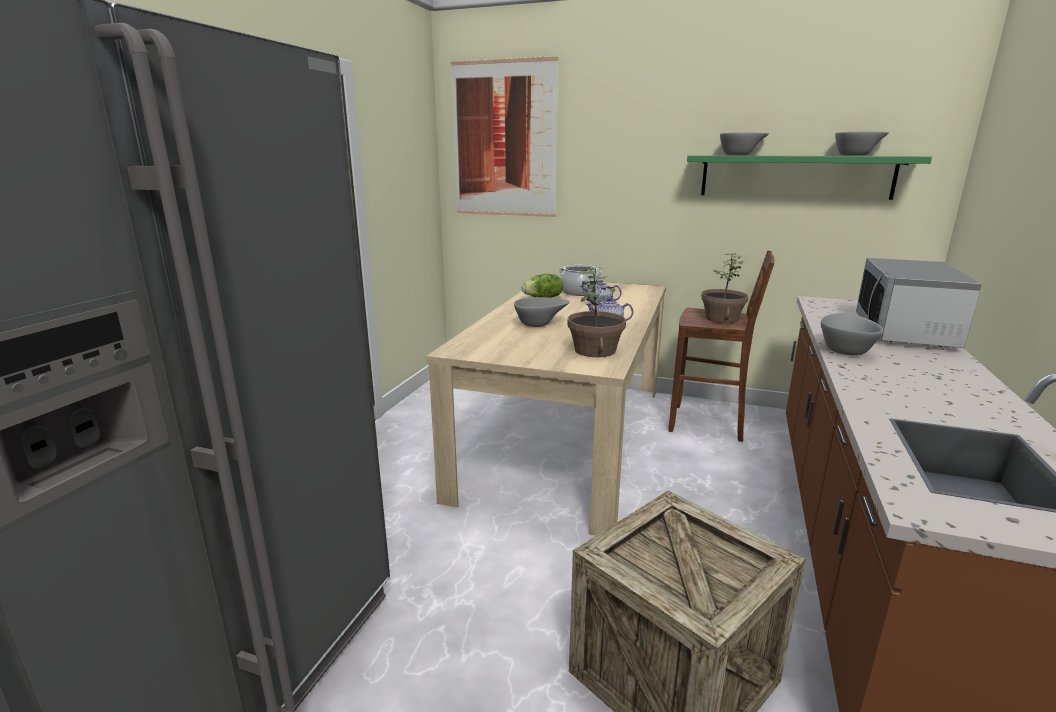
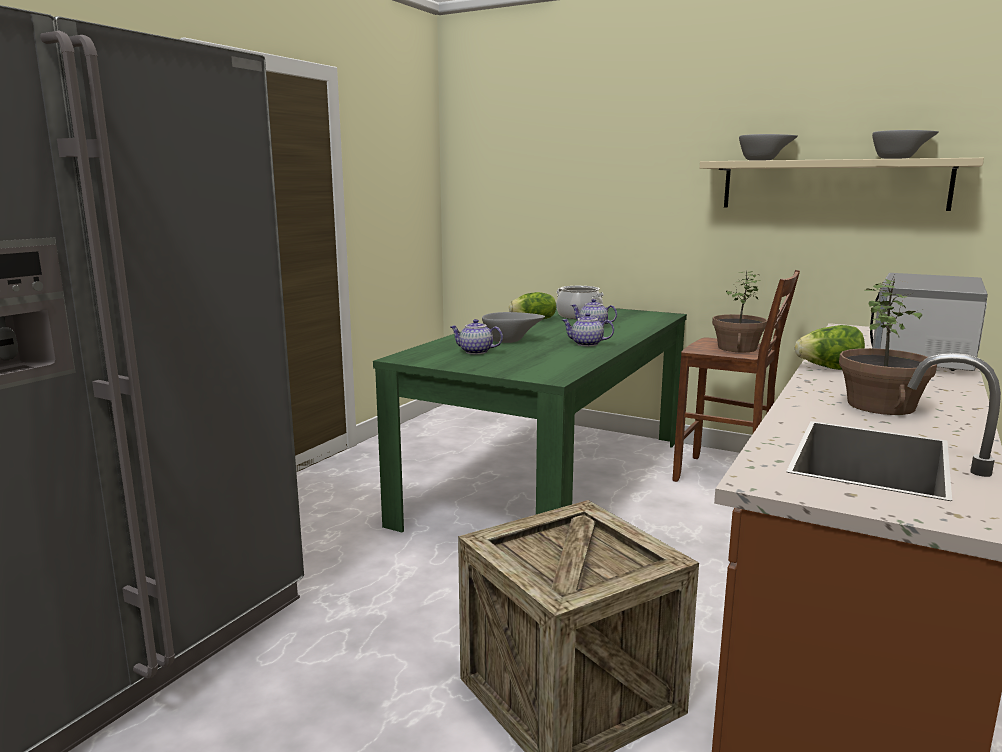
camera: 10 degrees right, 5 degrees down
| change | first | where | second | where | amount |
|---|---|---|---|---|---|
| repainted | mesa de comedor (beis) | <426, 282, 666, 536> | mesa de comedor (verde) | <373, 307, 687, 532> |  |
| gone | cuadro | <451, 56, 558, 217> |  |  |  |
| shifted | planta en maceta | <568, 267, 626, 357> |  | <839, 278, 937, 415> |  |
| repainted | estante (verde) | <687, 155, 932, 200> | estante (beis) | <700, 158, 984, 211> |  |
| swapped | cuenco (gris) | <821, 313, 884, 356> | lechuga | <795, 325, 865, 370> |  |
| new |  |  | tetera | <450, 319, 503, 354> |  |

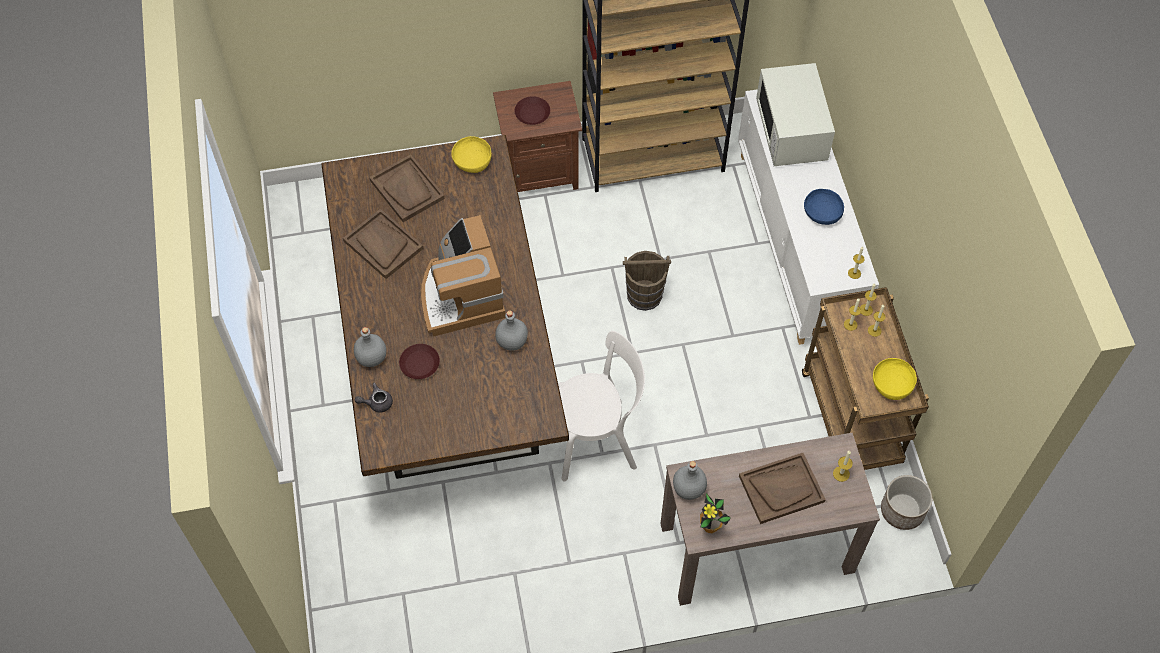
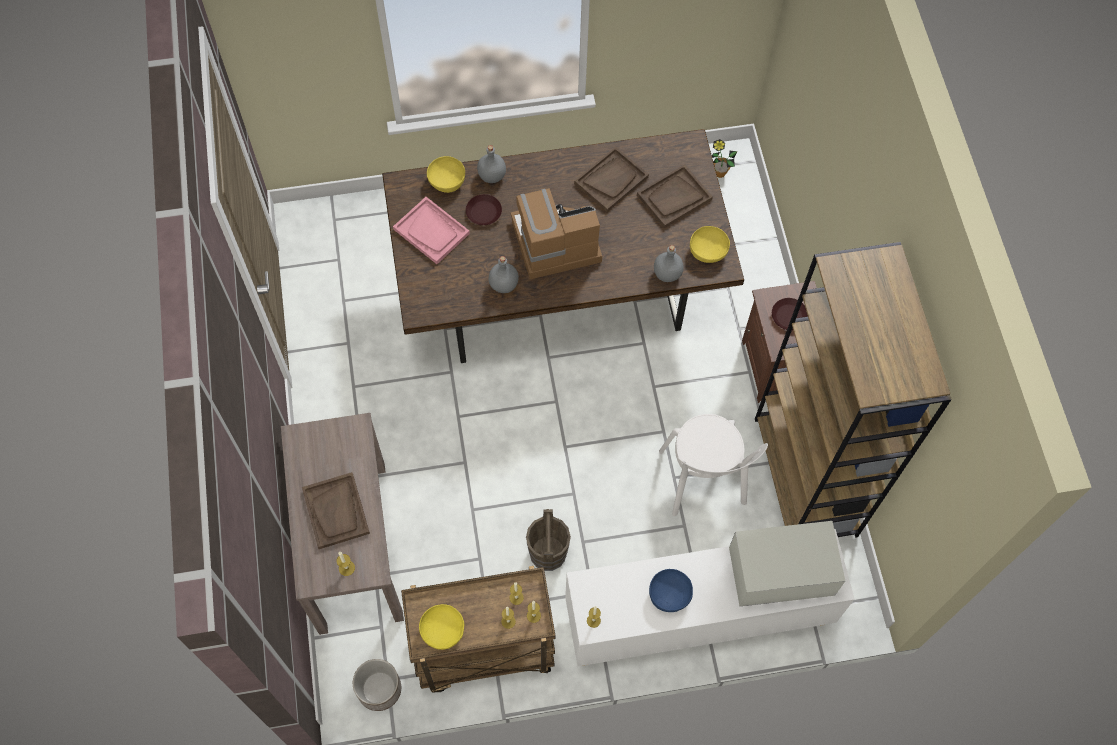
camera: 90 degrees right, 5 degrees up
| change | first | where | second | where | amount |
|---|---|---|---|---|---|
| swapped | tetera (gris) | <355, 383, 393, 412> | cuenco (amarillo) | <427, 156, 465, 193> |  |
| shifted | silla (blanco) | <558, 331, 645, 482> |  | <659, 414, 768, 516> |  |
| shifted | cubo (marrón) | <623, 251, 671, 311> |  | <526, 509, 571, 571> |  |
| shifted | botella (gris) | <673, 461, 707, 500> |  | <654, 245, 684, 282> |  |
| shifted | planta en maceta | <700, 493, 731, 533> |  | <712, 139, 737, 178> |  |
| new |  |  | bandeja (rosa) | <393, 197, 470, 264> |  |

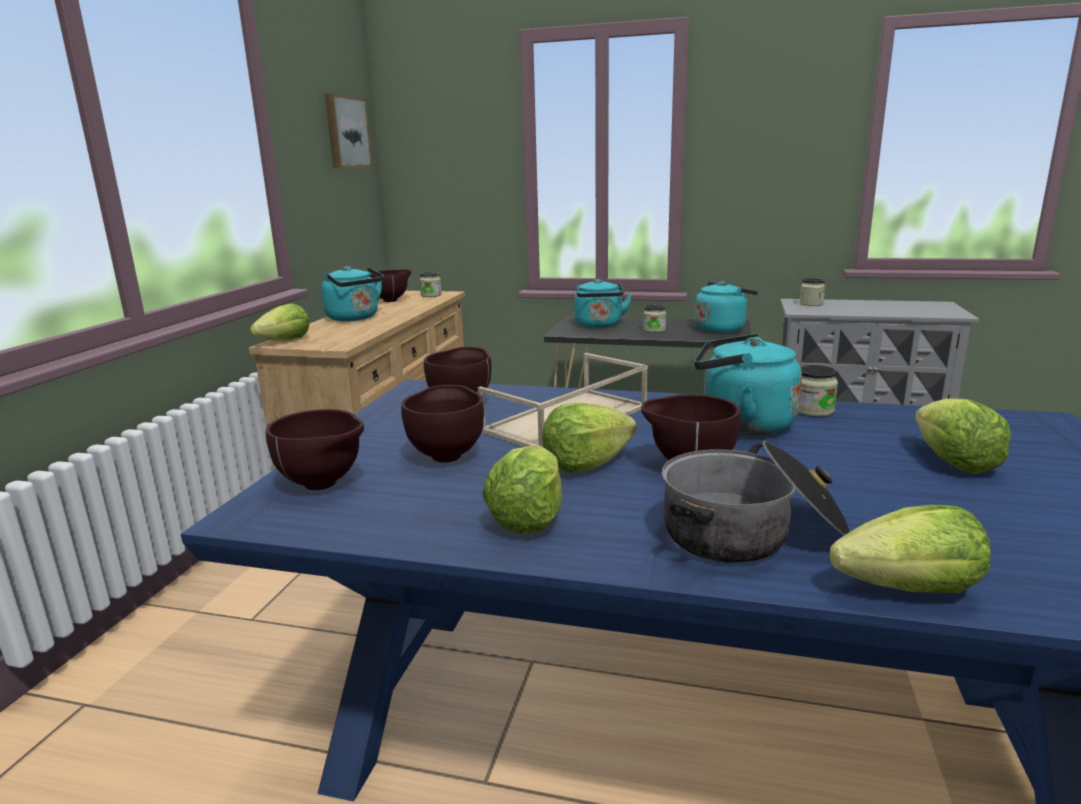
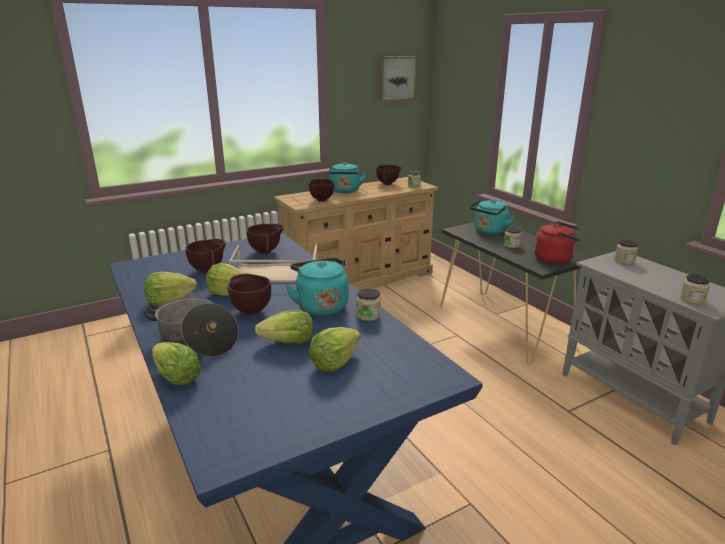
camera: 45 degrees right, 5 degrees up
| change | first | where | second | where | amount |
|---|---|---|---|---|---|
| shifted | lechuga | <250, 303, 309, 341> |  | <255, 310, 313, 343> |  |
| shifted | cuenco (marrón) | <266, 409, 364, 490> |  | <309, 179, 334, 202> |  |
| repainted | hervidor (turquesa) | <695, 281, 758, 333> | hervidor (rojo) | <534, 221, 581, 264> |  |
| new |  |  | tarro | <680, 274, 710, 304> |  |

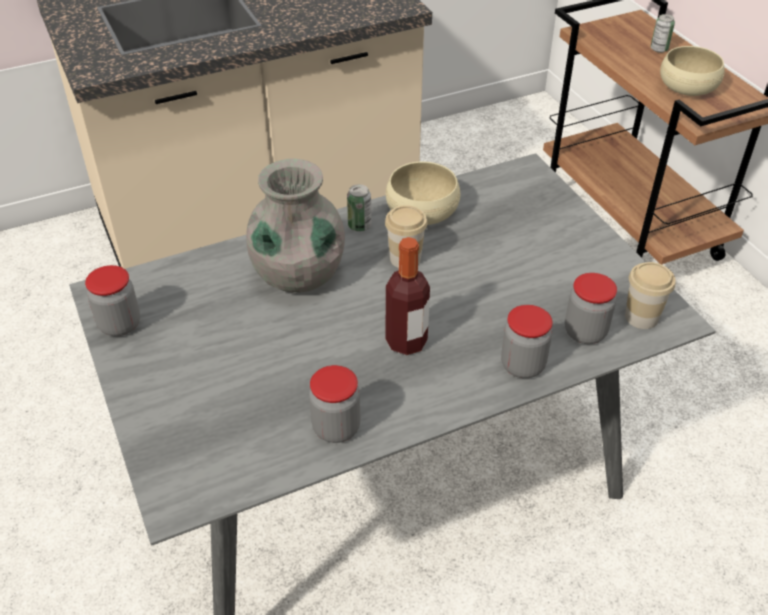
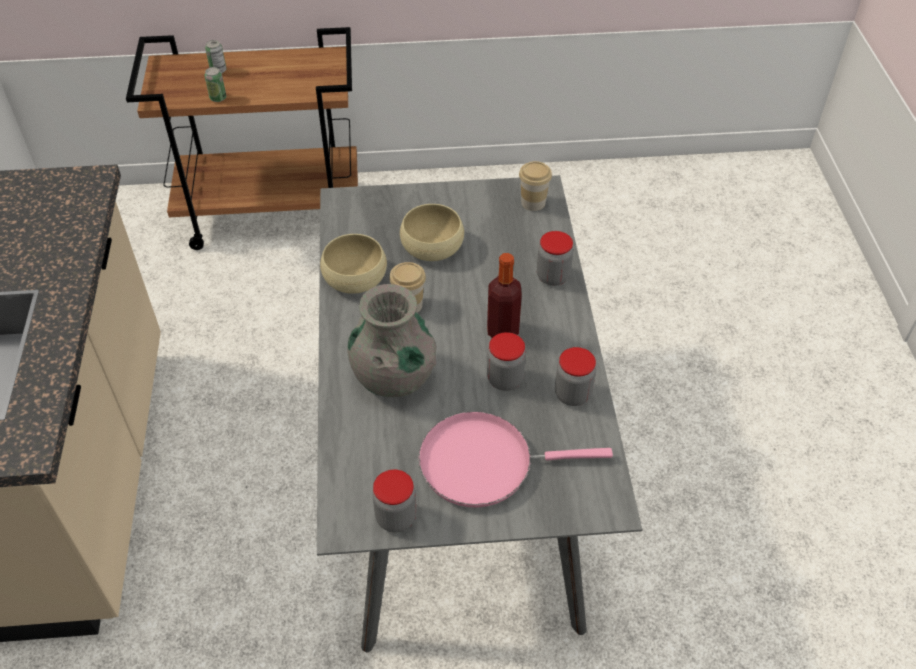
camera: 70 degrees left, 5 degrees up
| change | first | where | second | where | amount |
|---|---|---|---|---|---|
| shifted | lata | <347, 184, 371, 232> |  | <204, 67, 226, 102> |  |
| shifted | tarro | <565, 273, 617, 344> |  | <487, 332, 526, 391> |  |
| shifted | cuenco (beis) | <660, 46, 725, 96> |  | <400, 204, 464, 261> |  |
| new |  |  | sartén (rosa) | <419, 411, 613, 508> |  |

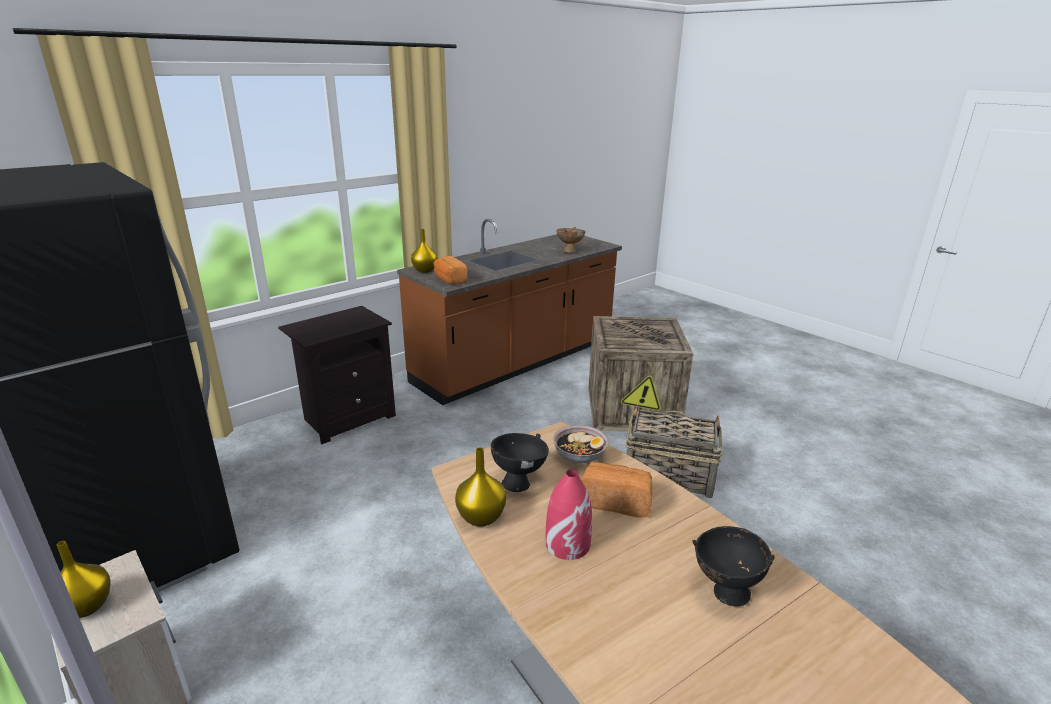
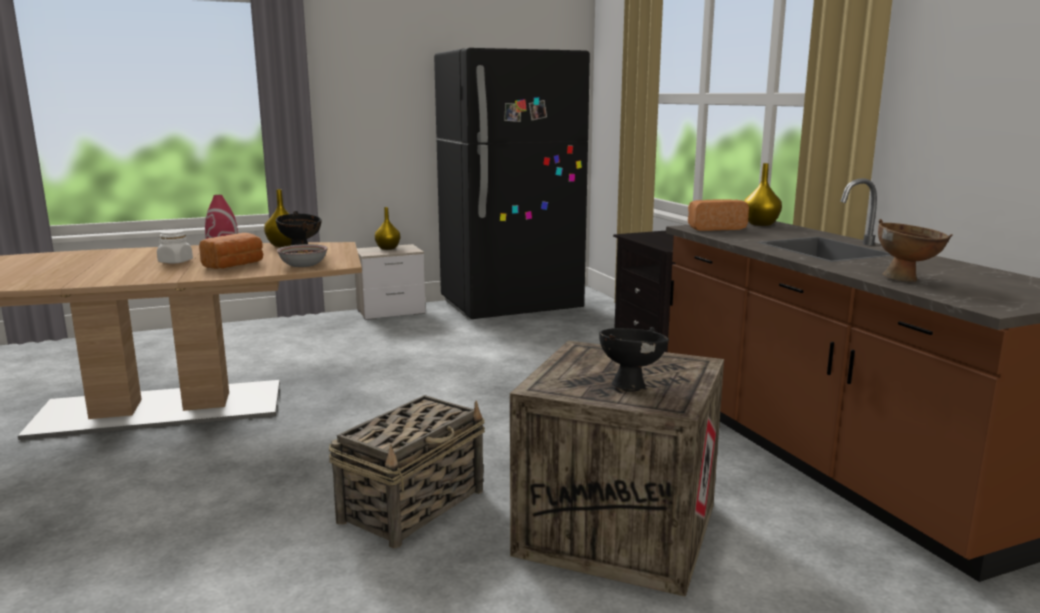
camera: 110 degrees right, 10 degrees down
| change | first | where | second | where | amount |
|---|---|---|---|---|---|
| shifted | cuenco (negro) | <693, 526, 775, 607> |  | <599, 327, 669, 390> |  |
| new |  |  | tarro (blanco) | <157, 230, 193, 264> |  |

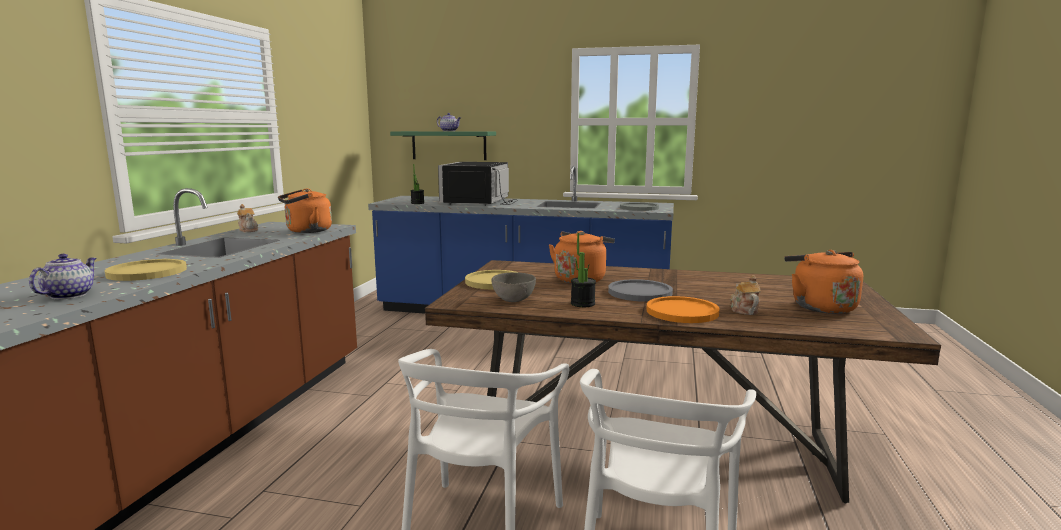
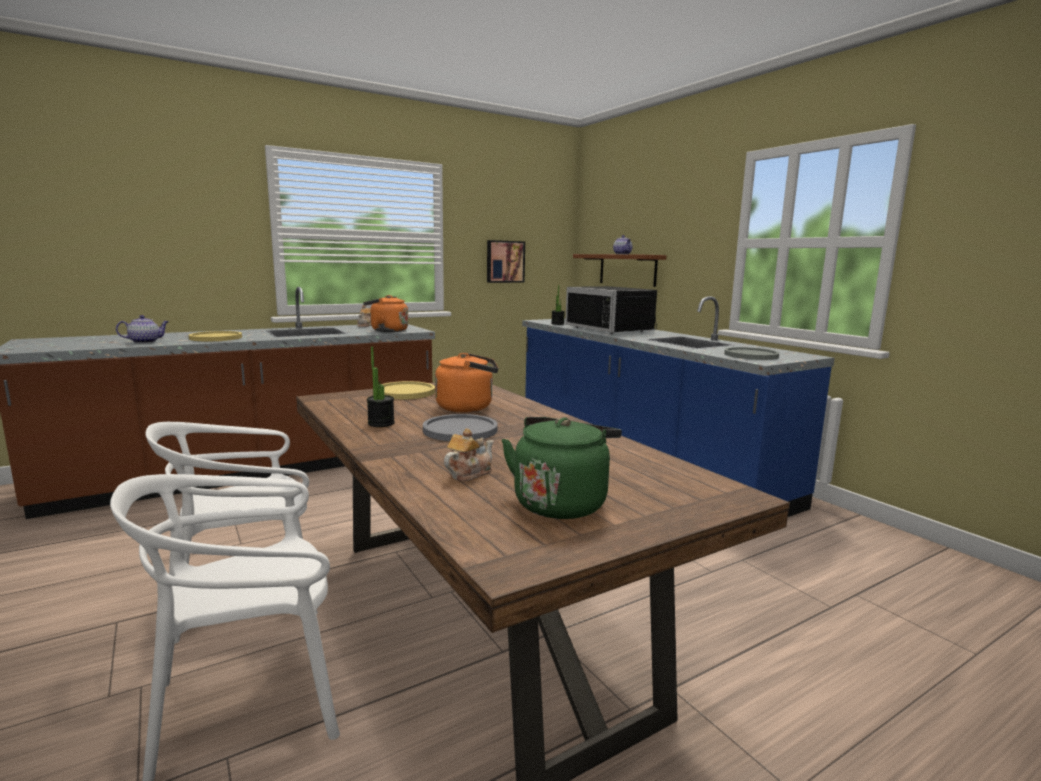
camera: 45 degrees right, 0 degrees up
| change | first | where | second | where | amount |
|---|---|---|---|---|---|
| repainted | estante (verde) | <390, 131, 496, 160> | estante (marrón) | <573, 254, 666, 287> |  |
| rotated | microondas (negro) | <438, 162, 518, 206> |  | <565, 286, 657, 334> | 90 degrees counterclockwise |
| gone | cuenco (gris) | <492, 272, 536, 302> |  |  |  |
| gone | plato (naranja) | <646, 296, 720, 323> |  |  |  |
| repainted | hervidor (naranja) | <784, 250, 863, 314> | hervidor (verde) | <502, 417, 622, 519> |  |
| new |  |  | cuadro | <487, 240, 525, 283> |  |

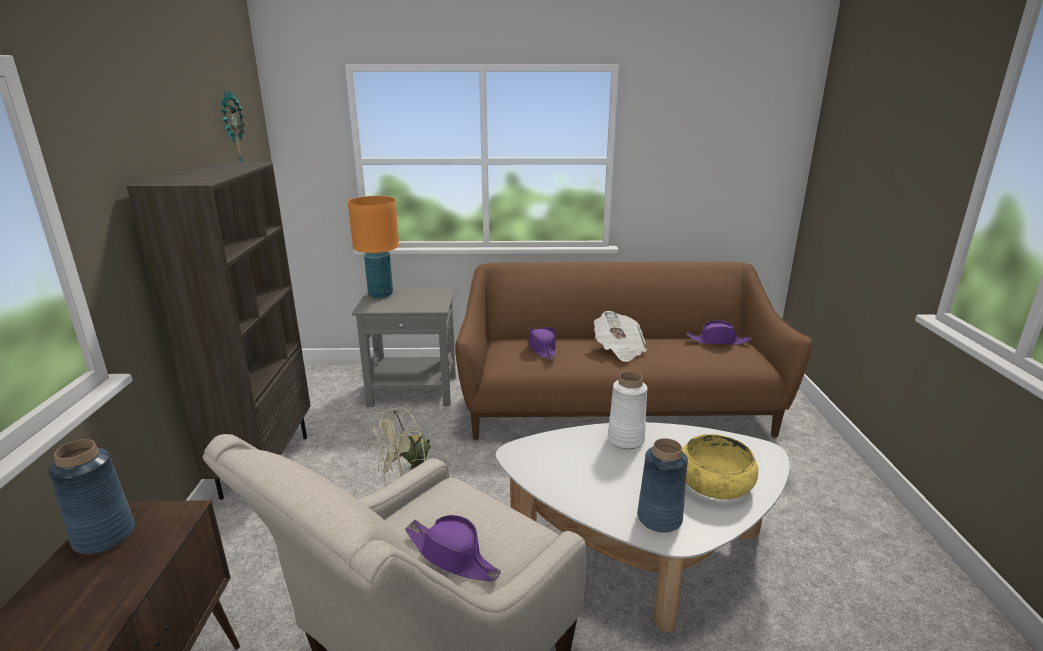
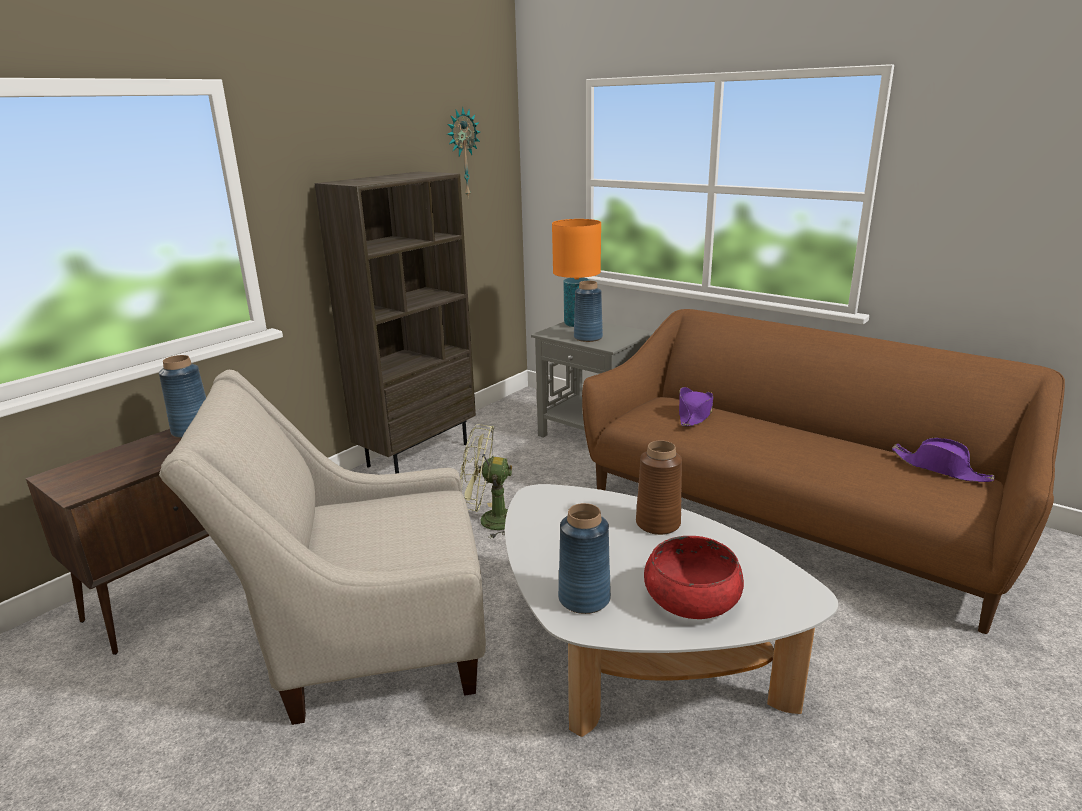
camera: 40 degrees right, 0 degrees up
| change | first | where | second | where | amount |
|---|---|---|---|---|---|
| gone | sombrero (morado) | <405, 515, 501, 581> |  |  |  |
| gone | periódico | <594, 311, 647, 362> |  |  |  |
| repainted | florero (blanco) | <608, 372, 648, 449> | florero (marrón) | <636, 440, 682, 535> |  |
| repainted | cuenco (amarillo) | <682, 434, 758, 499> | cuenco (rojo) | <644, 536, 744, 619> |  |
| new |  |  | florero (azul) | <574, 281, 603, 342> |  |

